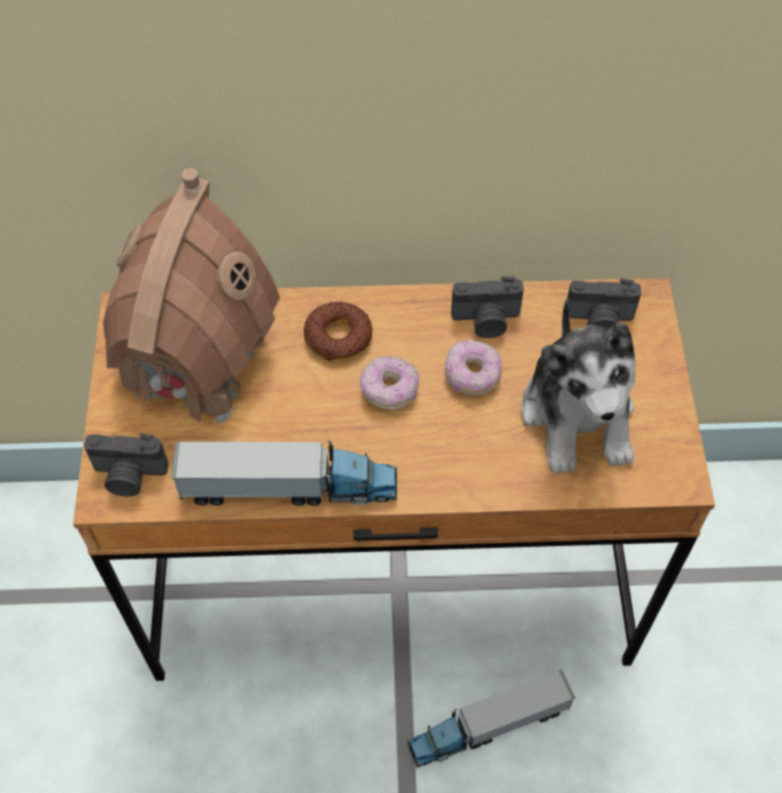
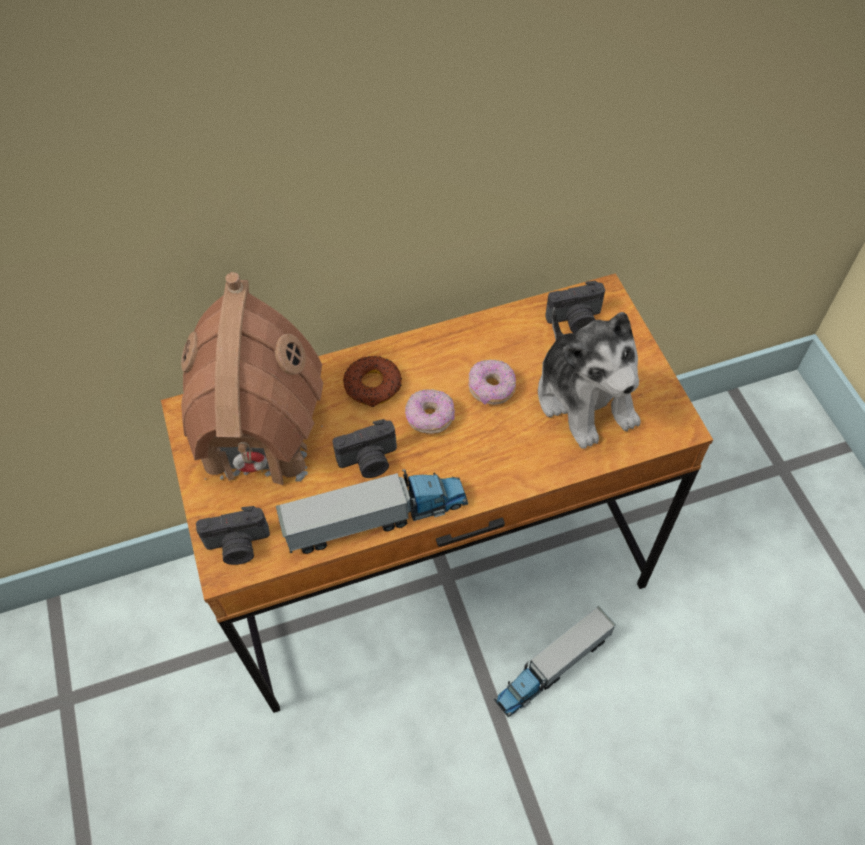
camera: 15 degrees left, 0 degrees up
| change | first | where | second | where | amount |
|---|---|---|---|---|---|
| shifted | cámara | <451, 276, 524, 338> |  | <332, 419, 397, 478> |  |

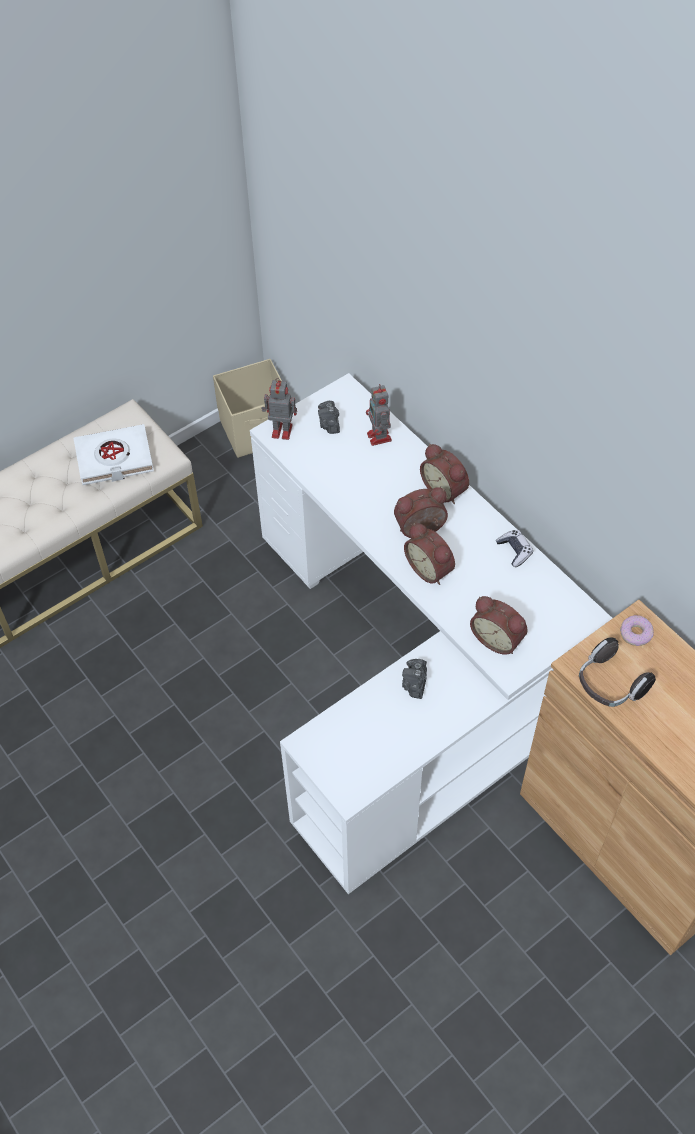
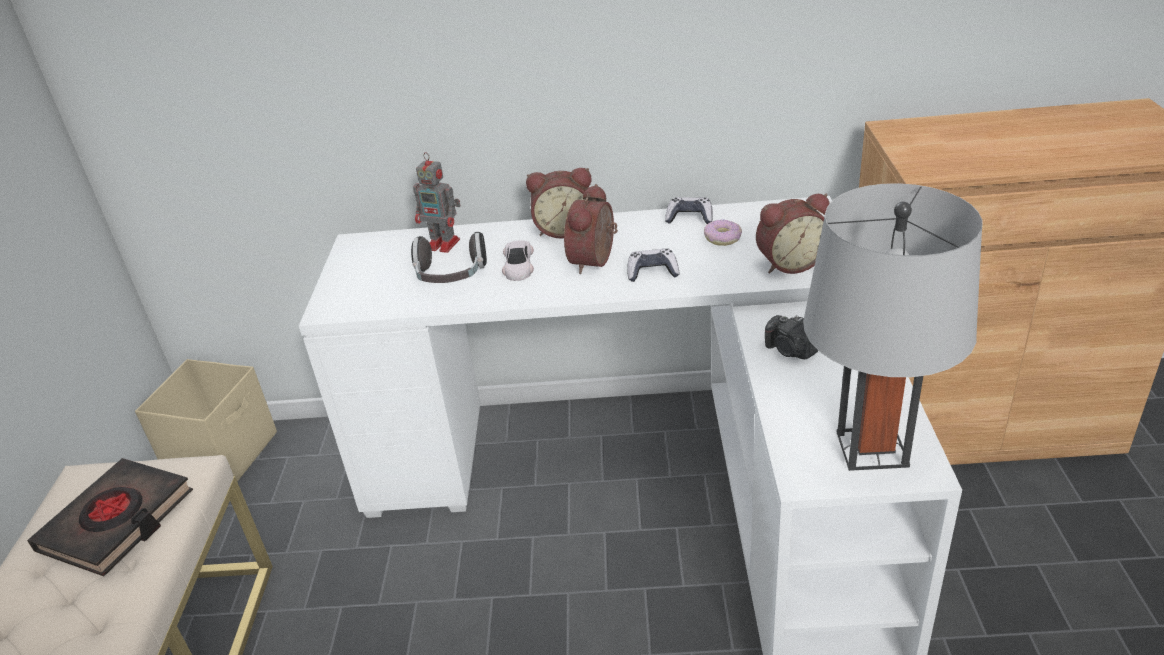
camera: 50 degrees left, 20 degrees down
| change | first | where | second | where | amount |
|---|---|---|---|---|---|
| repainted | libro (blanco) | <74, 424, 154, 485> | libro (negro) | <27, 458, 193, 576> |  |
| gone | robot de juguete | <261, 378, 297, 440> |  |  |  |
| gone | cámara | <318, 401, 340, 434> |  |  |  |
| swapped | despertador | <404, 523, 455, 585> | mando de consola | <627, 248, 679, 282> |  |
| shifted | auriculares | <579, 637, 656, 707> |  | <411, 232, 487, 283> |  |
| shifted | rosquilla | <620, 615, 654, 646> |  | <704, 220, 742, 246> |  |
| new |  |  | coche de juguete (blanco) | <502, 240, 534, 281> |  |
| new |  |  | lámpara de mesa (gris) | <803, 183, 982, 471> |  |

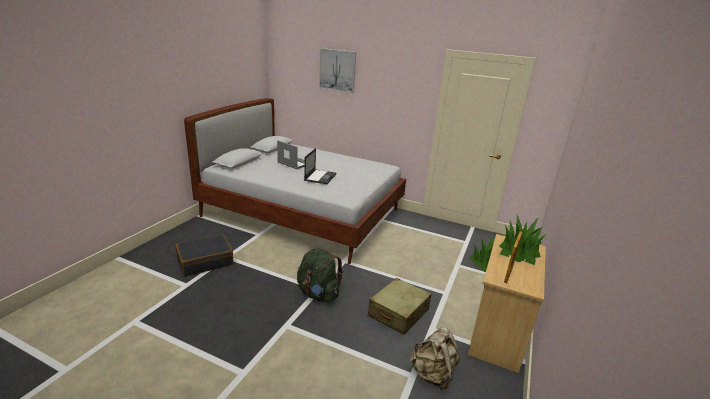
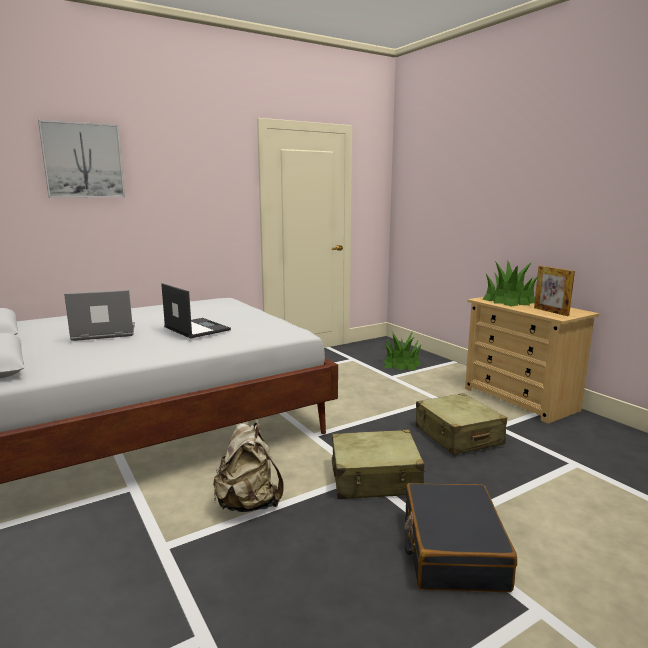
camera: 55 degrees left, 10 degrees down
| change | first | where | second | where | amount |
|---|---|---|---|---|---|
| shifted | maleta (negro) | <175, 234, 233, 277> |  | <404, 483, 517, 592> |  |
| swapped | mochila (verde) | <297, 248, 343, 303> | maleta (beis) | <332, 430, 425, 499> |  |
| shifted | mochila (beis) | <409, 327, 460, 391> |  | <213, 423, 284, 512> |  |

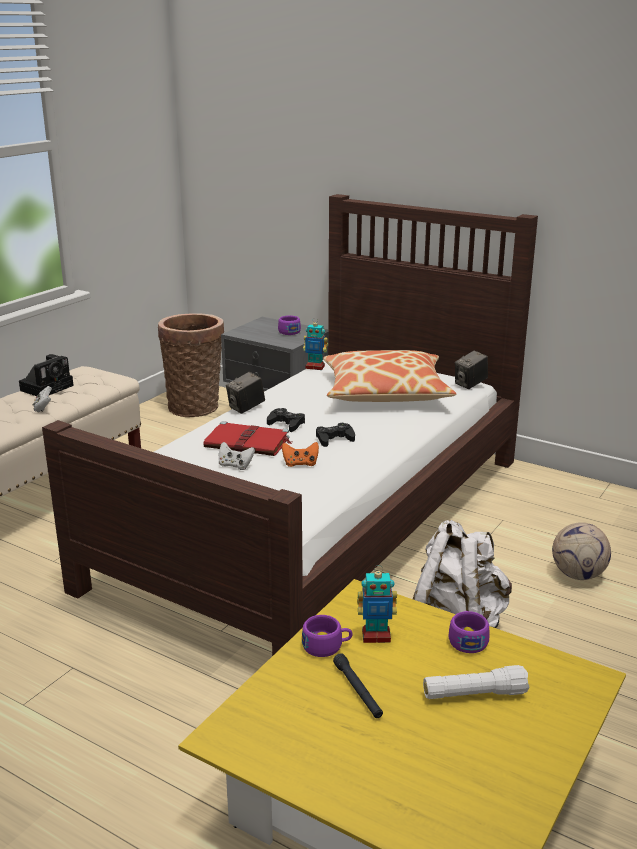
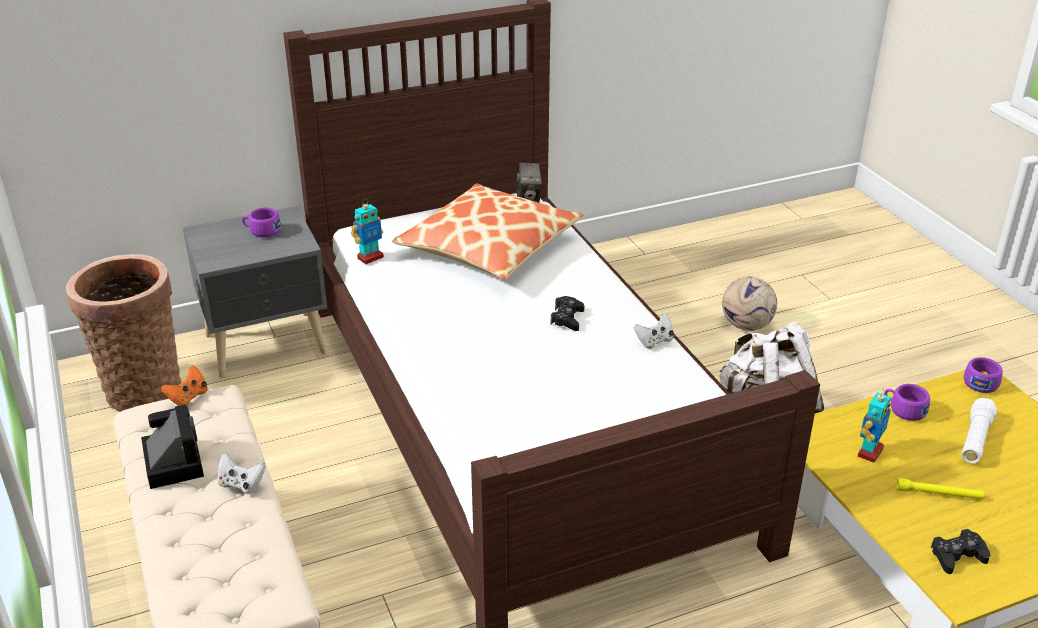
camera: 55 degrees left, 10 degrees up
| change | first | where | second | where | amount |
|---|---|---|---|---|---|
| gone | libro (rojo) | <203, 421, 292, 456> |  |  |  |
| shifted | mando de consola (blanco) | <219, 442, 255, 470> |  | <634, 313, 674, 349> |  |
| gone | cámara | <226, 372, 265, 414> |  |  |  |
| shifted | mando de consola (negro) | <267, 408, 305, 432> |  | <931, 529, 990, 574> |  |
| shifted | mando de consola (naranja) | <282, 442, 319, 467> |  | <161, 365, 208, 406> |  |
| shifted | taza (morado) | <302, 615, 352, 657> |  | <964, 357, 1003, 393> |  |
| repainted | linterna (negro) | <333, 653, 383, 718> | linterna (amarillo) | <896, 478, 985, 500> |  |

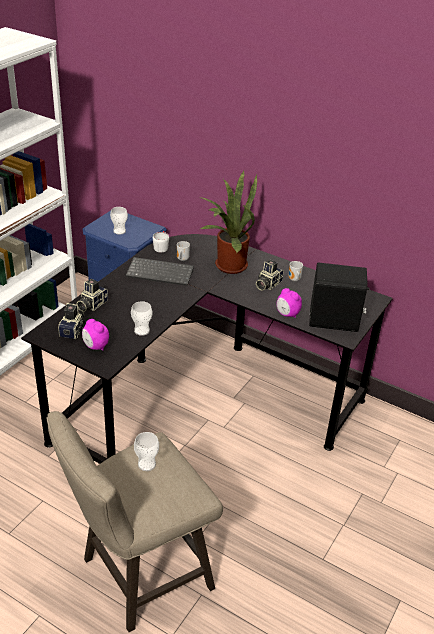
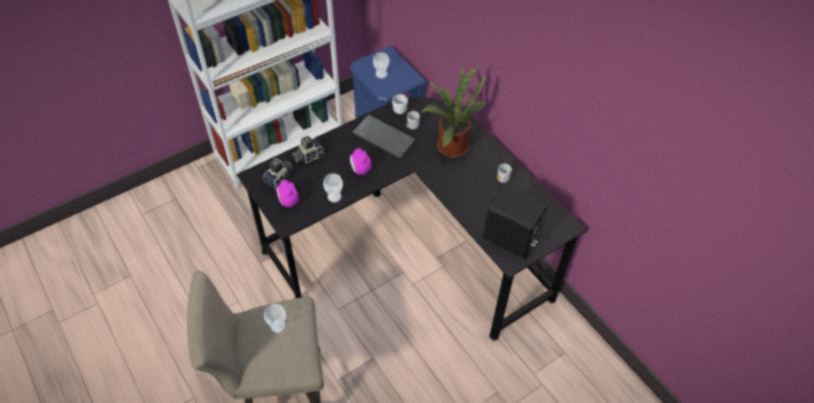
camera: 25 degrees right, 15 degrees up
| change | first | where | second | where | amount |
|---|---|---|---|---|---|
| gone | cámara | <256, 260, 284, 291> |  |  |  |
| shifted | despertador | <276, 288, 302, 318> |  | <350, 148, 371, 176> |  |

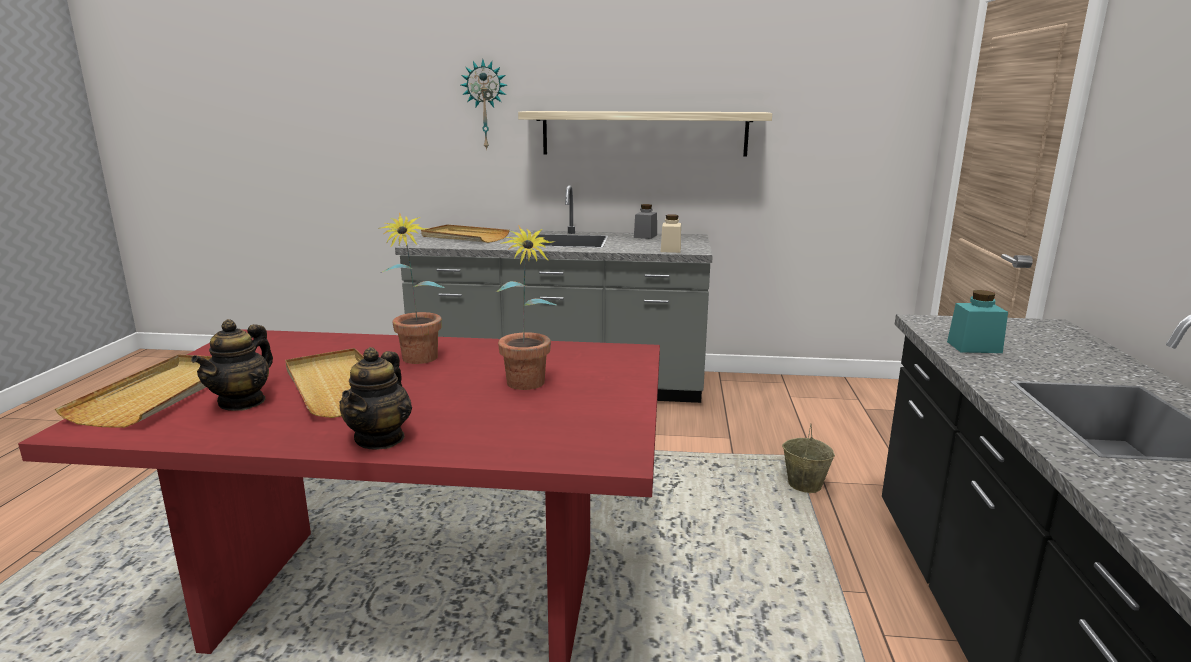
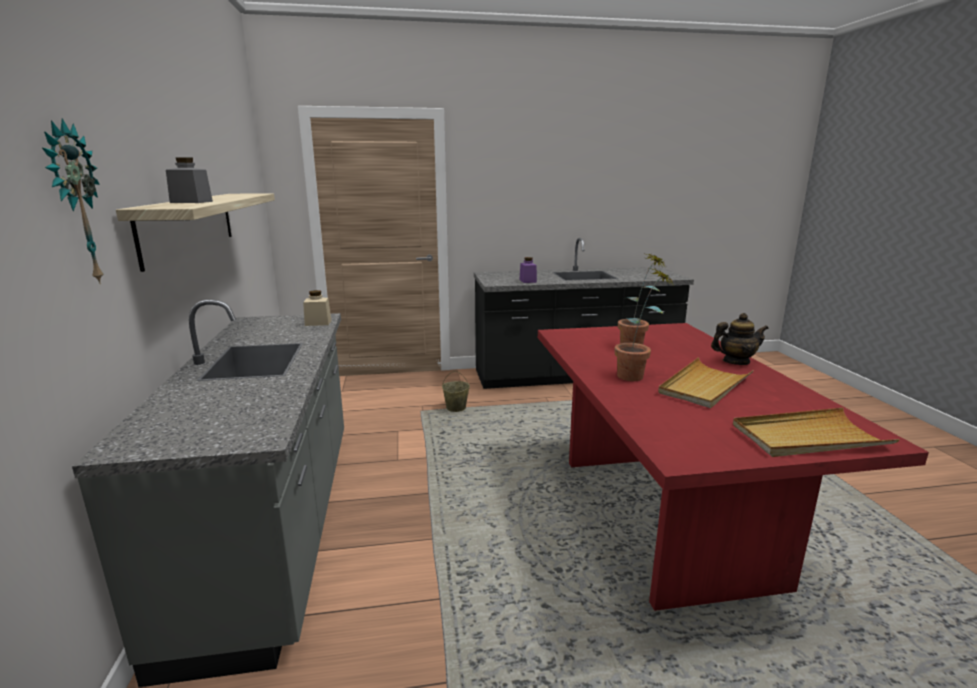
camera: 105 degrees left, 0 degrees up
| change | first | where | second | where | amount |
|---|---|---|---|---|---|
| gone | tetera | <191, 319, 273, 411> |  |  |  |
| gone | bandeja (beis) | <421, 224, 510, 243> |  |  |  |
| shifted | tarro (gris) | <634, 204, 657, 239> |  | <166, 157, 213, 203> |  |
| repainted | tarro (turquesa) | <947, 290, 1008, 353> | tarro (morado) | <520, 257, 537, 283> |  |

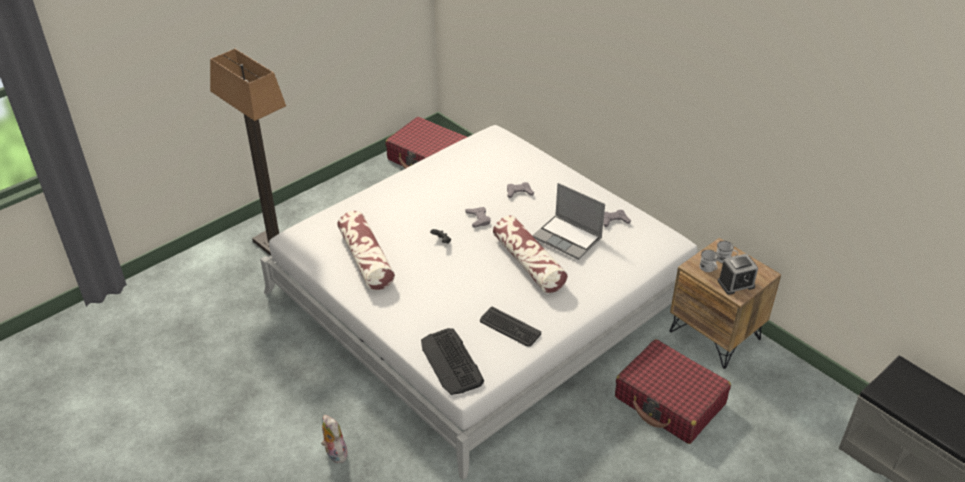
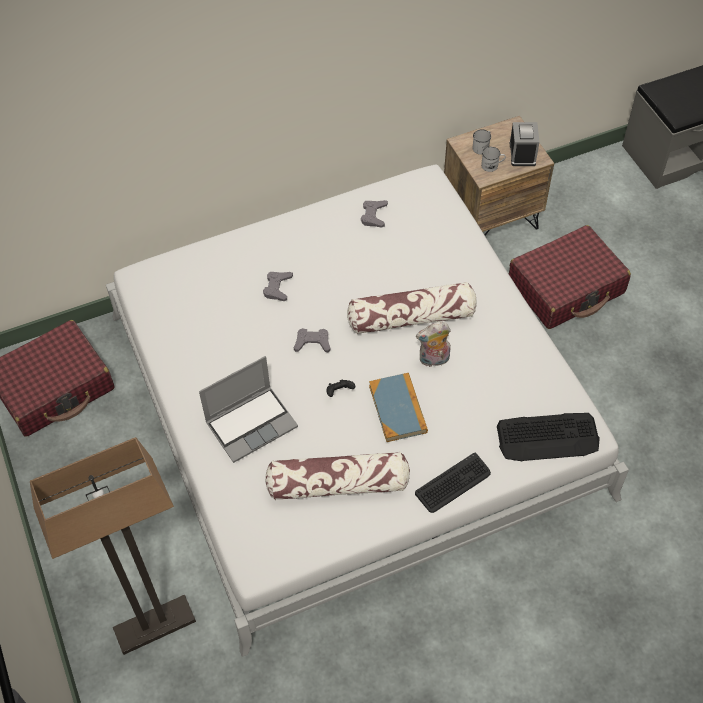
camera: 70 degrees left, 15 degrees up
| change | first | where | second | where | amount |
|---|---|---|---|---|---|
| shifted | peluche | <321, 415, 349, 463> |  | <416, 321, 451, 367> |  |
| shifted | teclado | <480, 307, 541, 347> |  | <415, 453, 491, 513> |  |
| shifted | portátil | <532, 183, 605, 260> |  | <199, 356, 298, 463> |  |
| new |  |  | libro | <369, 373, 428, 442> |  |

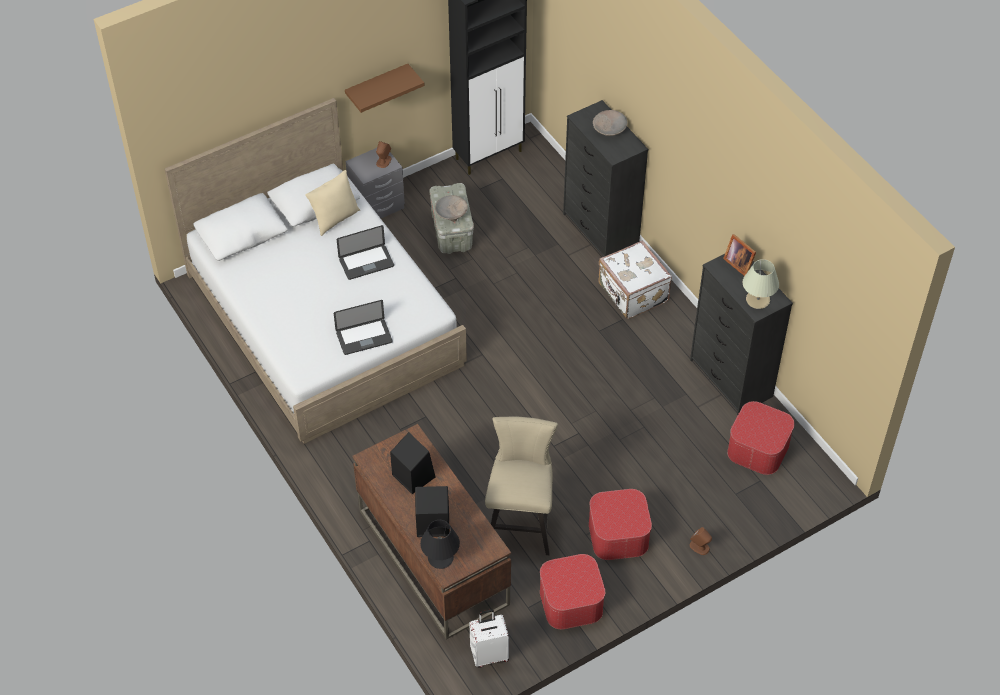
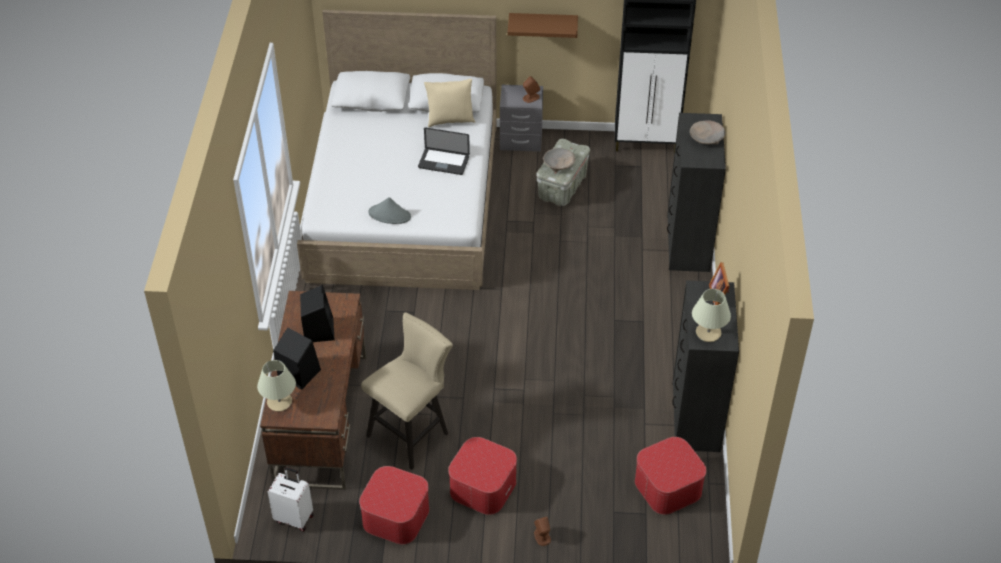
camera: 35 degrees right, 5 degrees down
| change | first | where | second | where | amount |
|---|---|---|---|---|---|
| swapped | portátil | <334, 300, 393, 355> | sombrero (gris) | <368, 197, 411, 224> |  |
| repainted | lámpara de mesa (negro) | <420, 520, 460, 569> | lámpara de mesa (beis) | <257, 360, 296, 412> |  |
| gone | maleta (blanco) | <598, 240, 672, 319> |  |  |  |

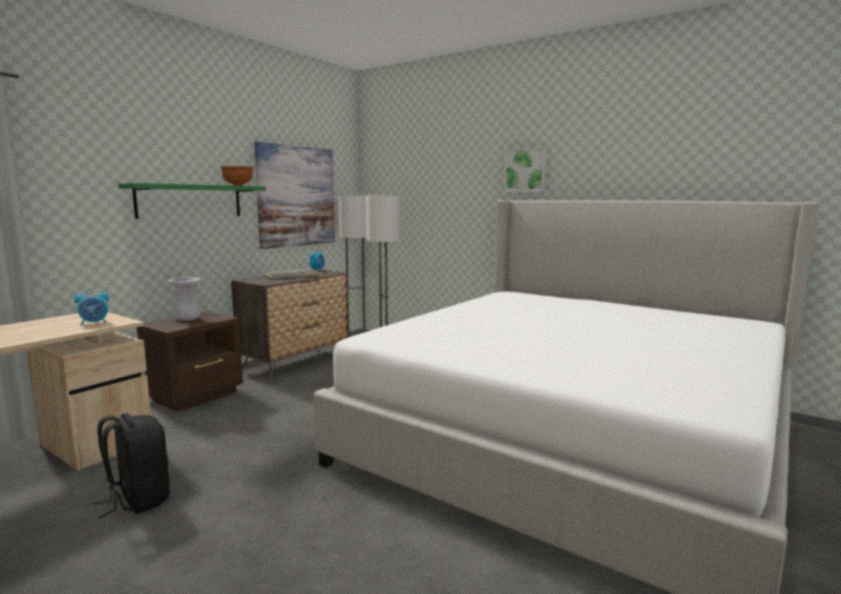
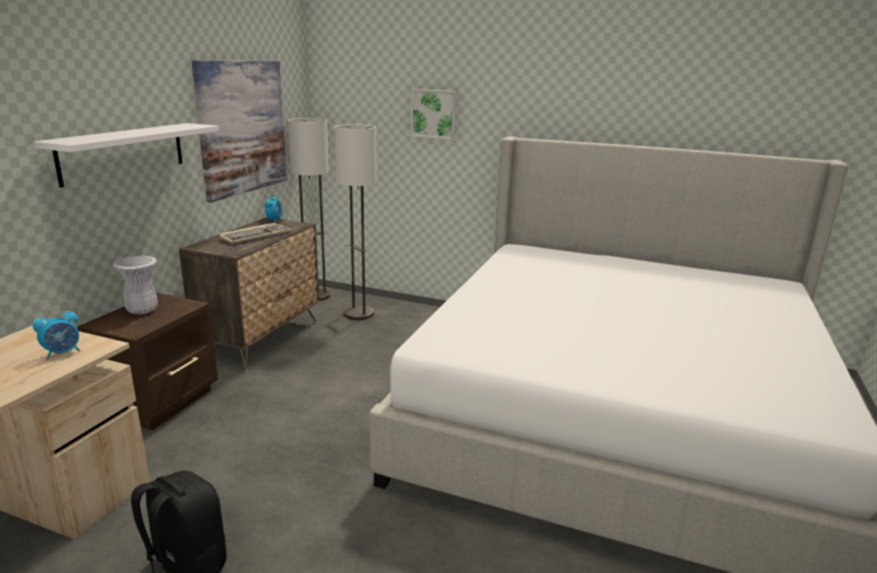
camera: 15 degrees left, 10 degrees up
| change | first | where | second | where | amount |
|---|---|---|---|---|---|
| repainted | estante (verde) | <118, 183, 266, 219> | estante (blanco) | <34, 123, 219, 188> |  |
| gone | cuenco (marrón) | <220, 166, 254, 186> |  |  |  |
| shifted | cuadro | <504, 147, 547, 192> |  | <411, 89, 457, 139> |  |

